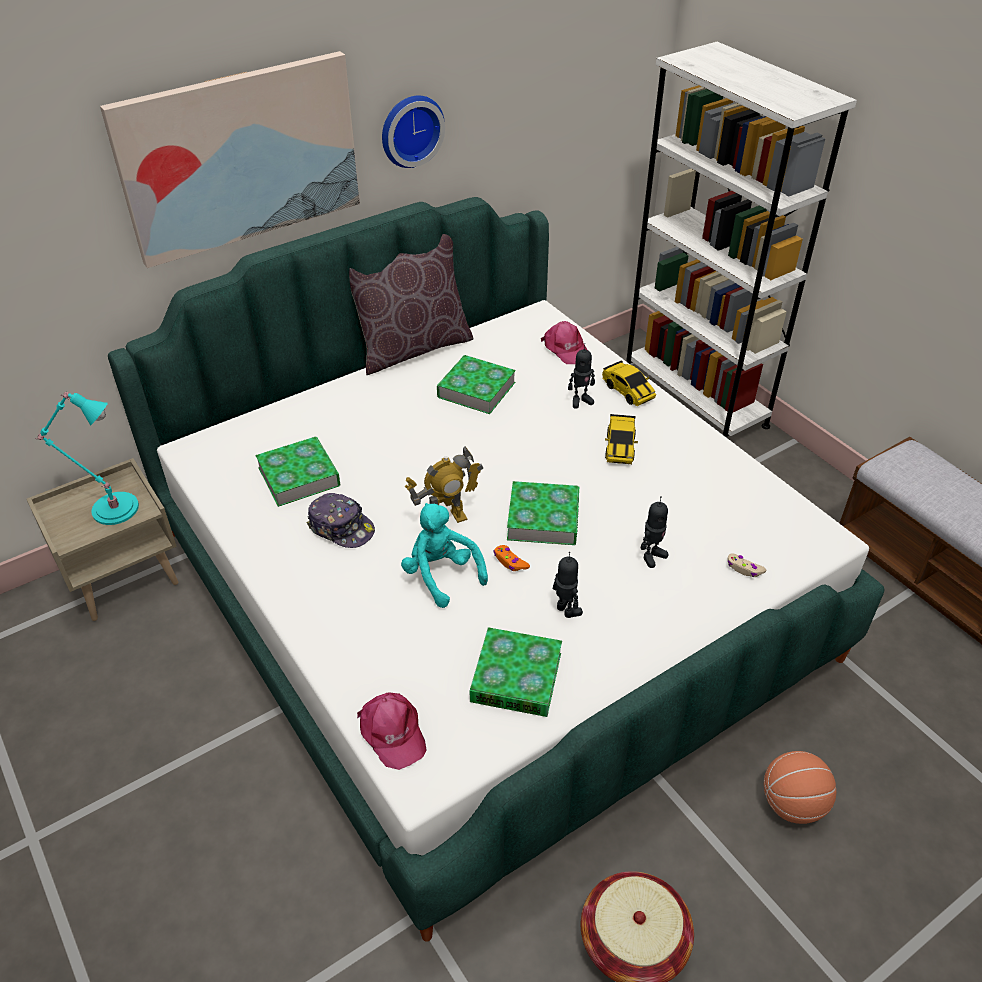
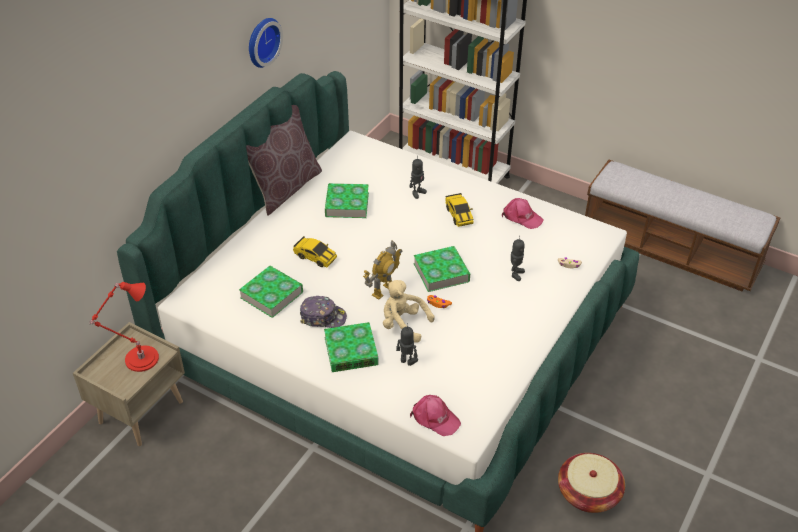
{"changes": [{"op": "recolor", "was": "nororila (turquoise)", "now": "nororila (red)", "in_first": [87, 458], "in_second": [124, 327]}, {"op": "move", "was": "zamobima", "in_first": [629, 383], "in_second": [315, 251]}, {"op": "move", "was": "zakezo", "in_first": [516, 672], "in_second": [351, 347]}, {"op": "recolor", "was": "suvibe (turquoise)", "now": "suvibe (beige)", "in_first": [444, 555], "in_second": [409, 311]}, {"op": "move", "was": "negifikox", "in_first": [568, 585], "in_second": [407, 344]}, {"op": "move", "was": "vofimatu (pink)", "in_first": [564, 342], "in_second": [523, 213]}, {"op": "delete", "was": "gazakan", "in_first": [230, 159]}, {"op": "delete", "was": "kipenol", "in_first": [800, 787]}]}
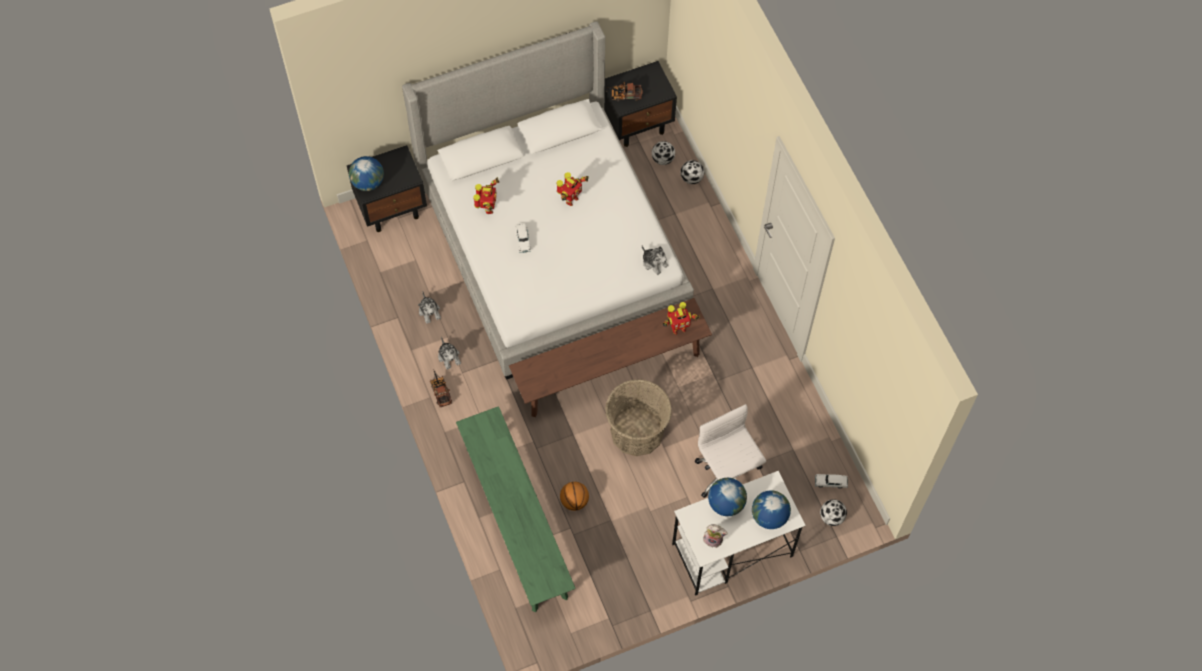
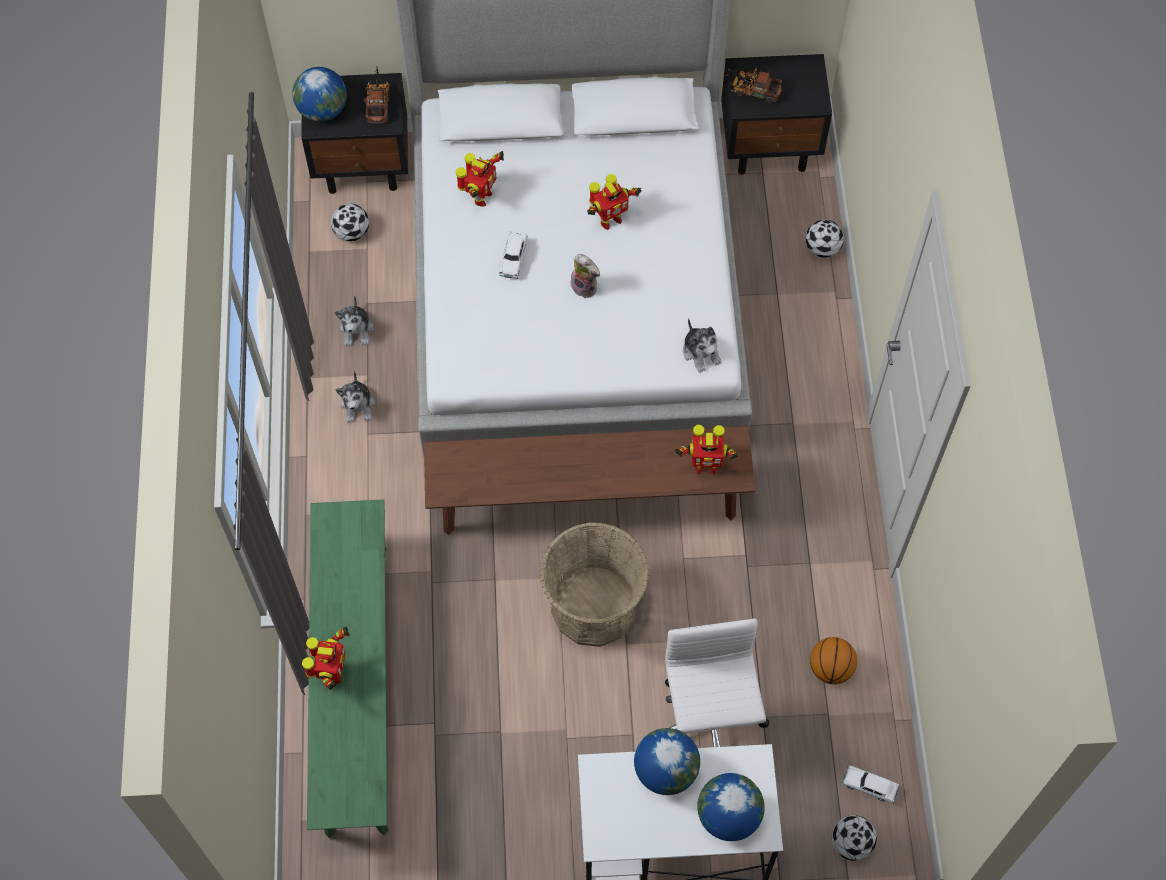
{"changes": [{"op": "insert", "now": "negifikox", "in_second": [326, 658]}, {"op": "move", "was": "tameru", "in_first": [663, 153], "in_second": [350, 222]}, {"op": "move", "was": "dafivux", "in_first": [441, 388], "in_second": [376, 95]}, {"op": "move", "was": "suvibe", "in_first": [715, 536], "in_second": [585, 276]}, {"op": "move", "was": "kipenol", "in_first": [574, 496], "in_second": [833, 660]}]}
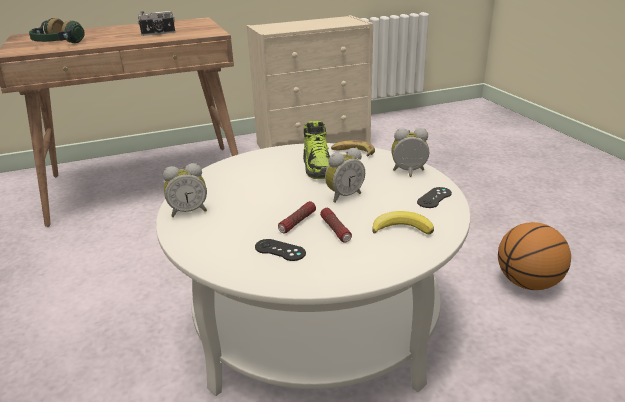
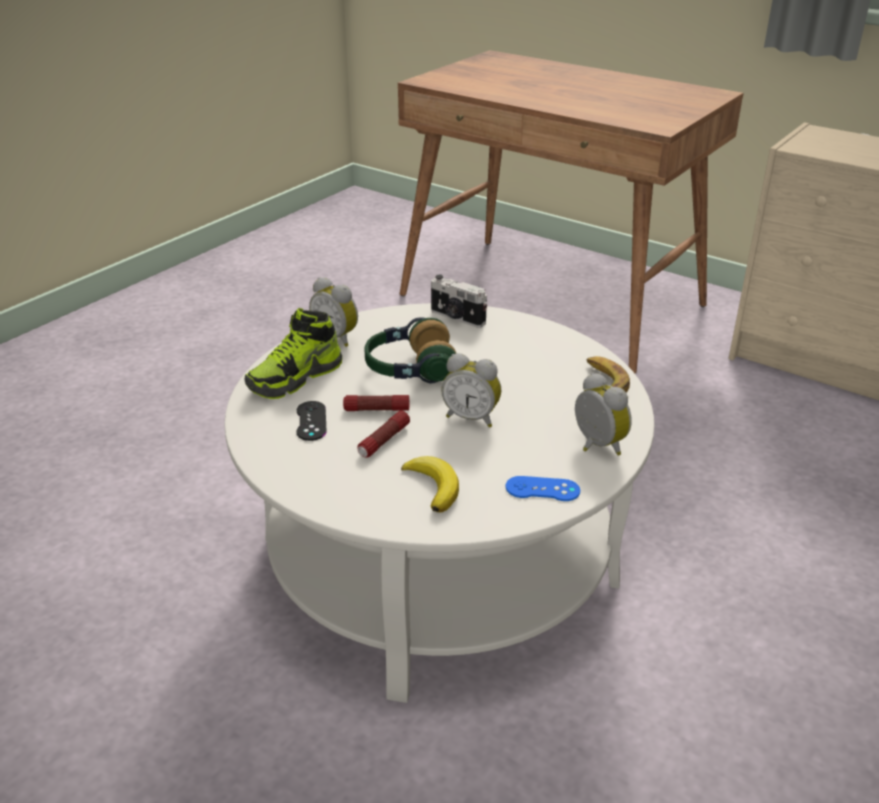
{"changes": [{"op": "move", "was": "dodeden", "in_first": [316, 150], "in_second": [293, 353]}, {"op": "move", "was": "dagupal", "in_first": [57, 30], "in_second": [410, 350]}, {"op": "move", "was": "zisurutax", "in_first": [156, 23], "in_second": [459, 301]}, {"op": "recolor", "was": "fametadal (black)", "now": "fametadal (blue)", "in_first": [434, 197], "in_second": [543, 488]}, {"op": "delete", "was": "kipenol", "in_first": [534, 256]}]}
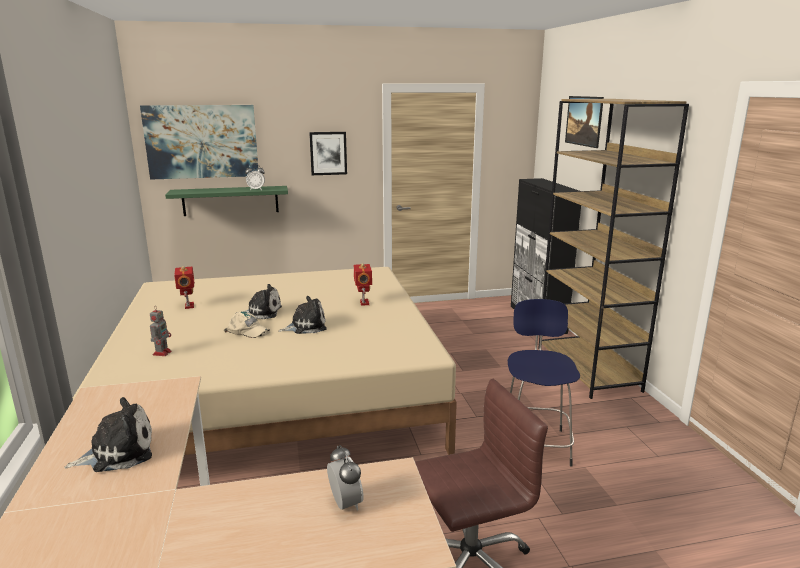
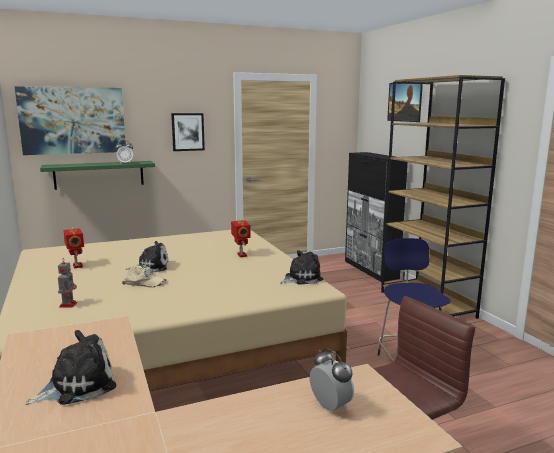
{"changes": [{"op": "move", "was": "suvibe", "in_first": [303, 315], "in_second": [301, 267]}]}
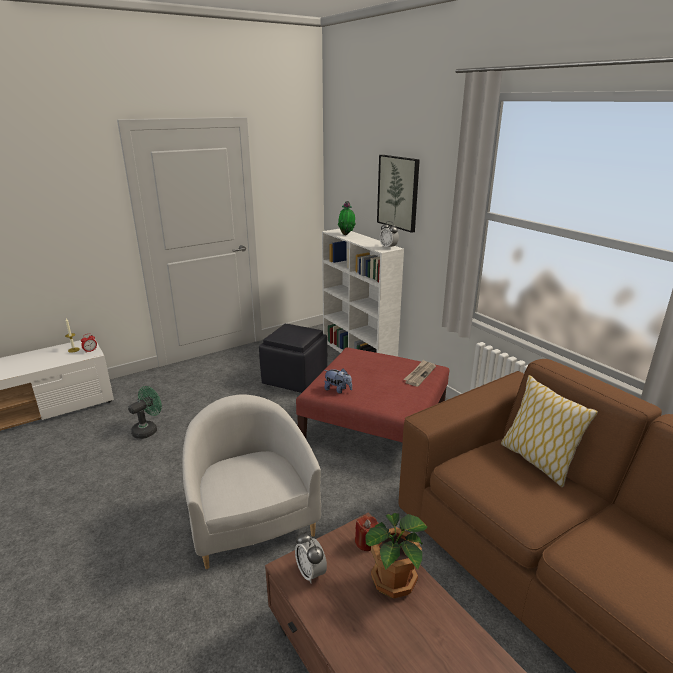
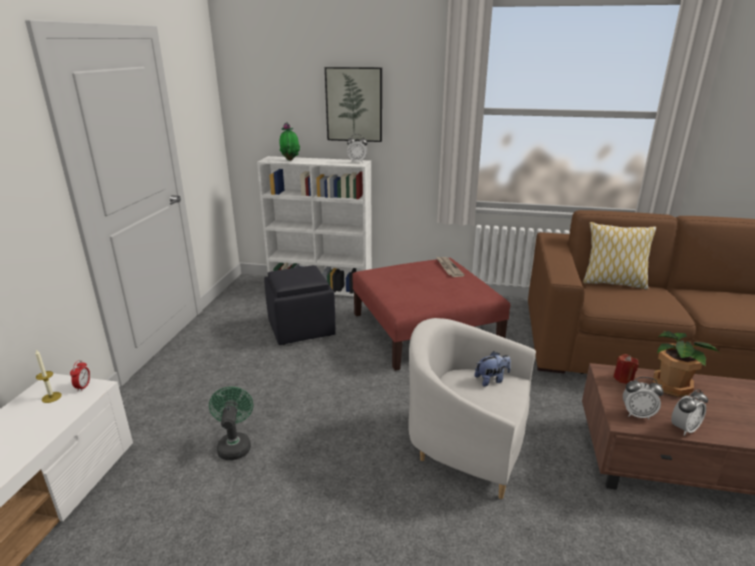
{"changes": [{"op": "move", "was": "suvibe", "in_first": [338, 381], "in_second": [493, 369]}, {"op": "insert", "now": "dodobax", "in_second": [689, 412]}]}
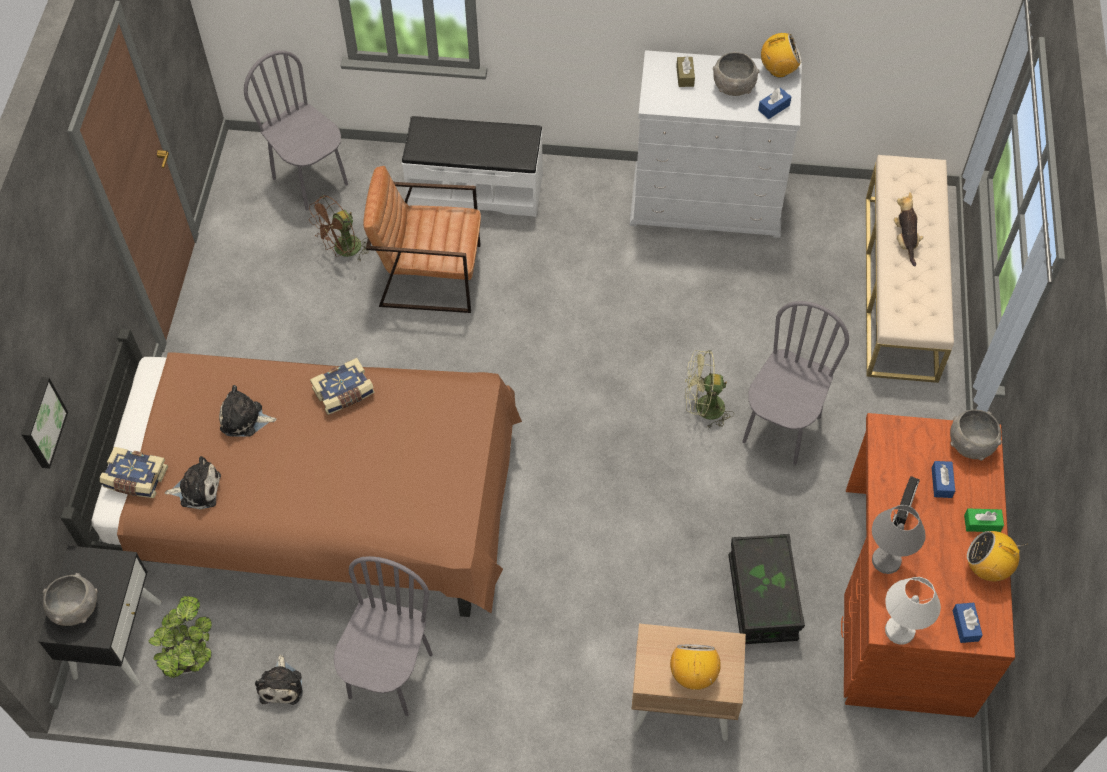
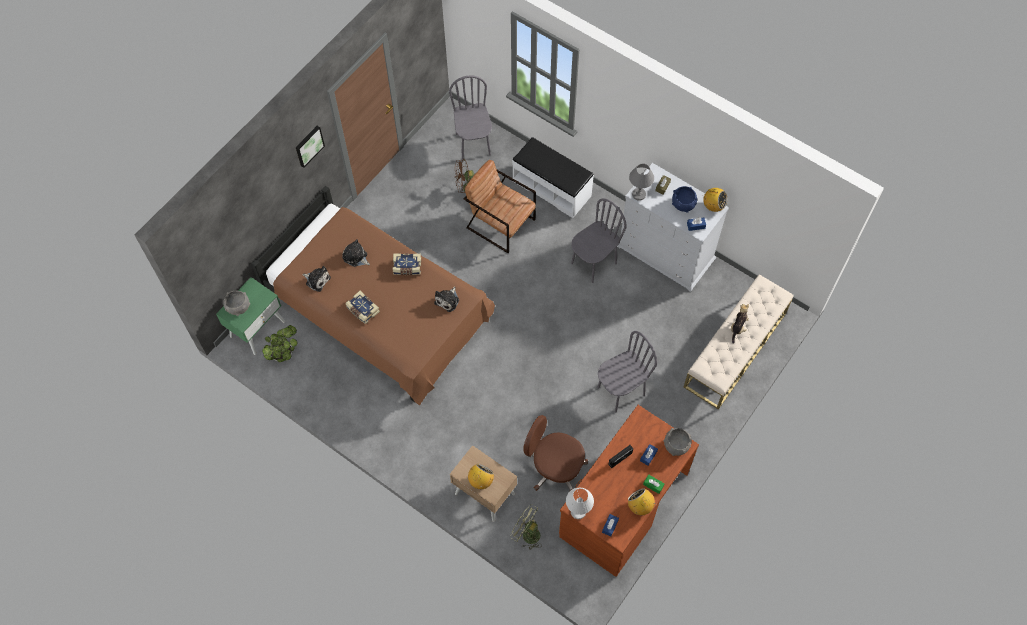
{"changes": [{"op": "recolor", "was": "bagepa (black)", "now": "bagepa (green)", "in_first": [99, 616], "in_second": [250, 316]}, {"op": "move", "was": "gazakan", "in_first": [44, 423], "in_second": [310, 147]}, {"op": "move", "was": "zakezo", "in_first": [134, 472], "in_second": [363, 307]}, {"op": "move", "was": "suvibe", "in_first": [279, 679], "in_second": [446, 299]}, {"op": "move", "was": "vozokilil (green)", "in_first": [709, 389], "in_second": [526, 527]}, {"op": "replace", "was": "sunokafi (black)", "now": "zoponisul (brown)", "in_first": [766, 589], "in_second": [555, 453]}, {"op": "move", "was": "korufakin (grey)", "in_first": [383, 636], "in_second": [599, 240]}, {"op": "move", "was": "nororila (grey)", "in_first": [899, 539], "in_second": [641, 182]}, {"op": "recolor", "was": "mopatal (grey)", "now": "mopatal (blue)", "in_first": [736, 74], "in_second": [684, 199]}]}
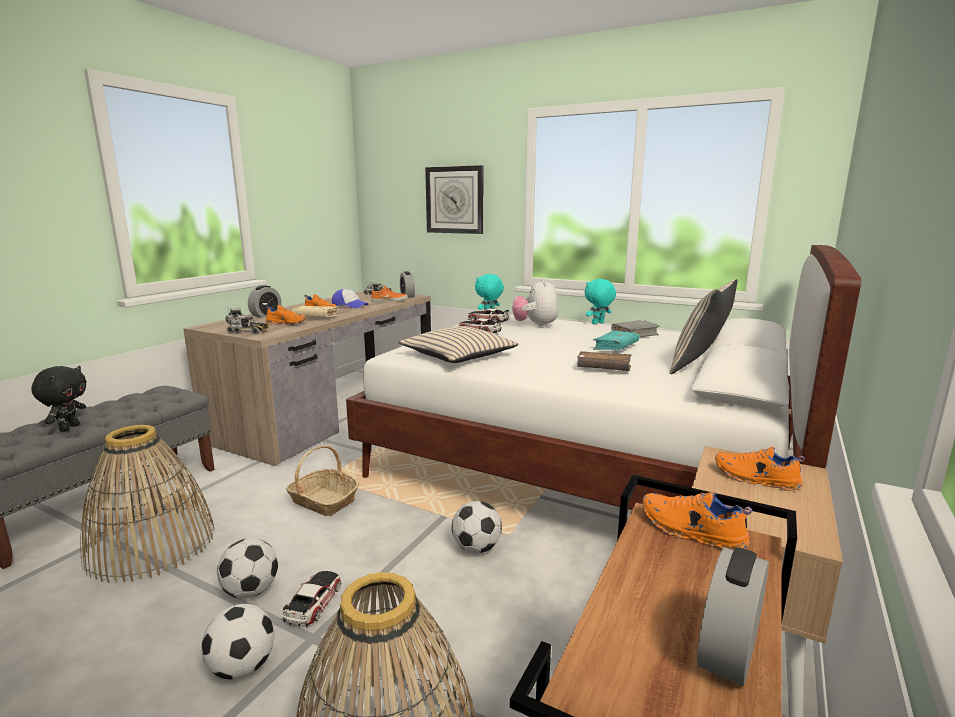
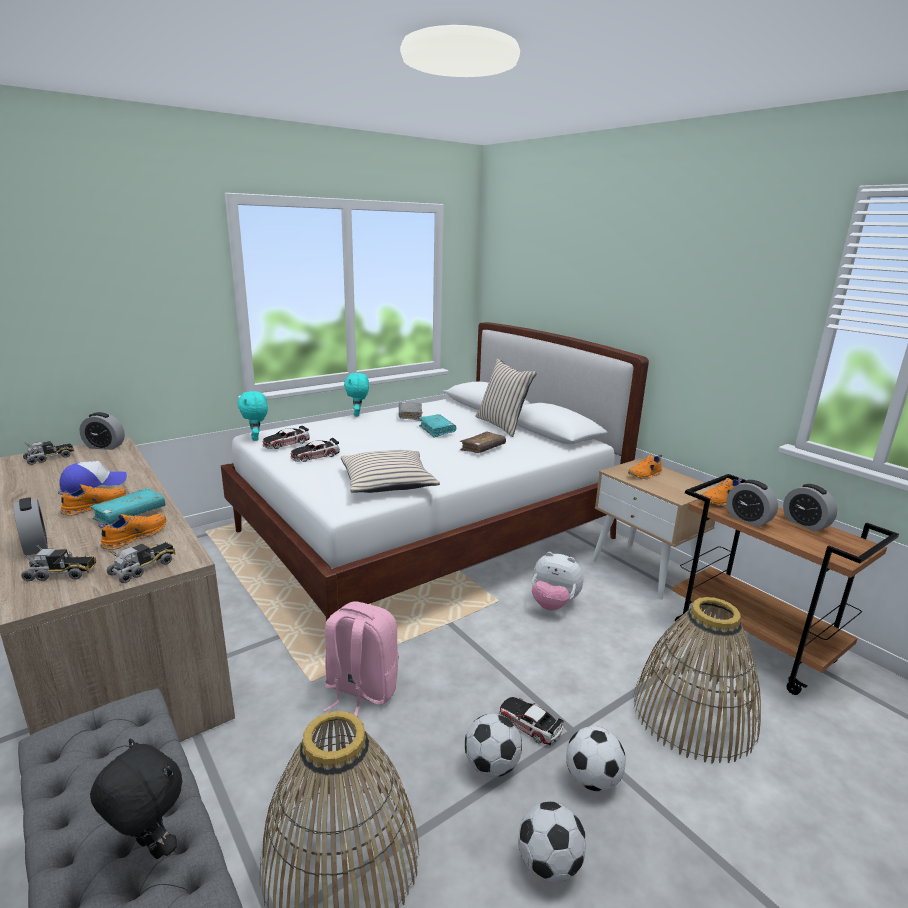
{"changes": [{"op": "recolor", "was": "zakezo (beige)", "now": "zakezo (turquoise)", "in_first": [315, 311], "in_second": [127, 506]}, {"op": "replace", "was": "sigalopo", "now": "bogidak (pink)", "in_first": [322, 480], "in_second": [361, 658]}, {"op": "move", "was": "tameru", "in_first": [477, 527], "in_second": [552, 842]}, {"op": "move", "was": "suvibe", "in_first": [535, 303], "in_second": [558, 581]}, {"op": "insert", "now": "dodobax", "in_second": [752, 503]}, {"op": "delete", "was": "dodeden (orange)", "in_first": [389, 294]}, {"op": "delete", "was": "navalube", "in_first": [454, 199]}]}
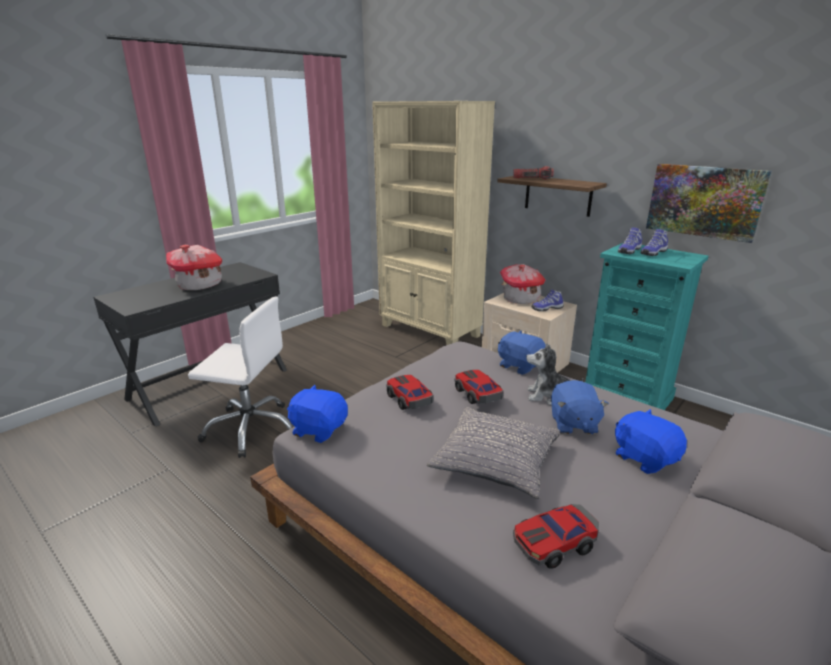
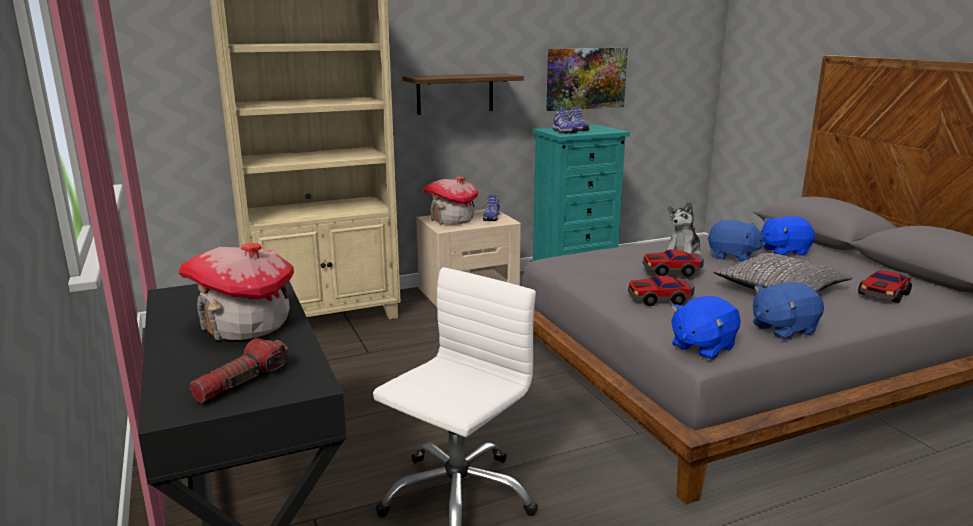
{"changes": [{"op": "move", "was": "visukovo", "in_first": [533, 172], "in_second": [239, 370]}, {"op": "move", "was": "suvibe (blue)", "in_first": [522, 353], "in_second": [788, 311]}, {"op": "rotate", "was": "zamobima", "in_first": [556, 536], "in_second": [885, 286], "clockwise": 45}]}
